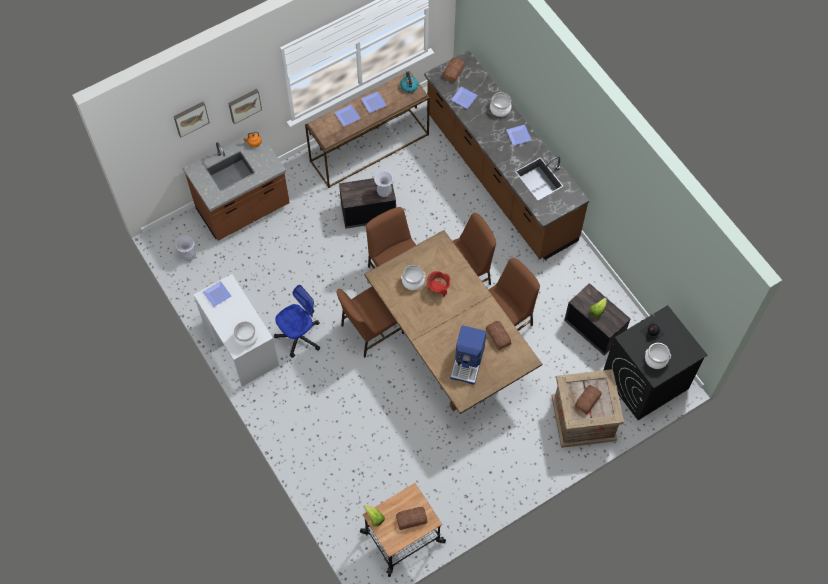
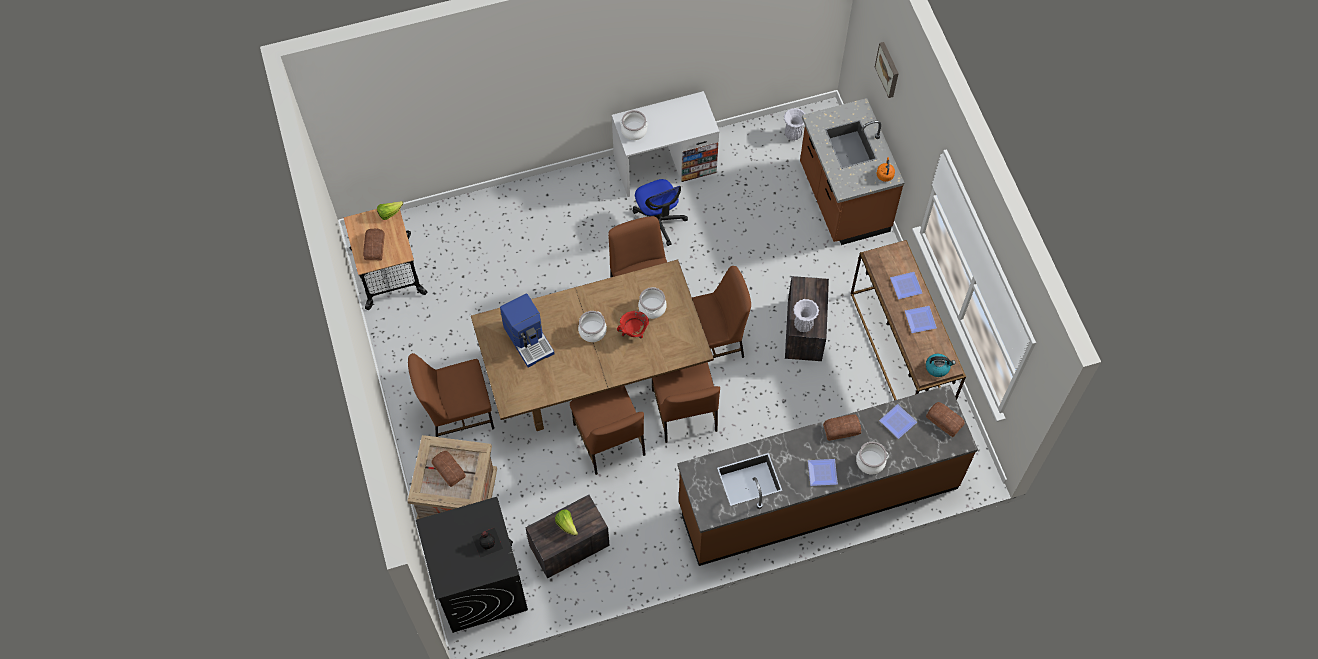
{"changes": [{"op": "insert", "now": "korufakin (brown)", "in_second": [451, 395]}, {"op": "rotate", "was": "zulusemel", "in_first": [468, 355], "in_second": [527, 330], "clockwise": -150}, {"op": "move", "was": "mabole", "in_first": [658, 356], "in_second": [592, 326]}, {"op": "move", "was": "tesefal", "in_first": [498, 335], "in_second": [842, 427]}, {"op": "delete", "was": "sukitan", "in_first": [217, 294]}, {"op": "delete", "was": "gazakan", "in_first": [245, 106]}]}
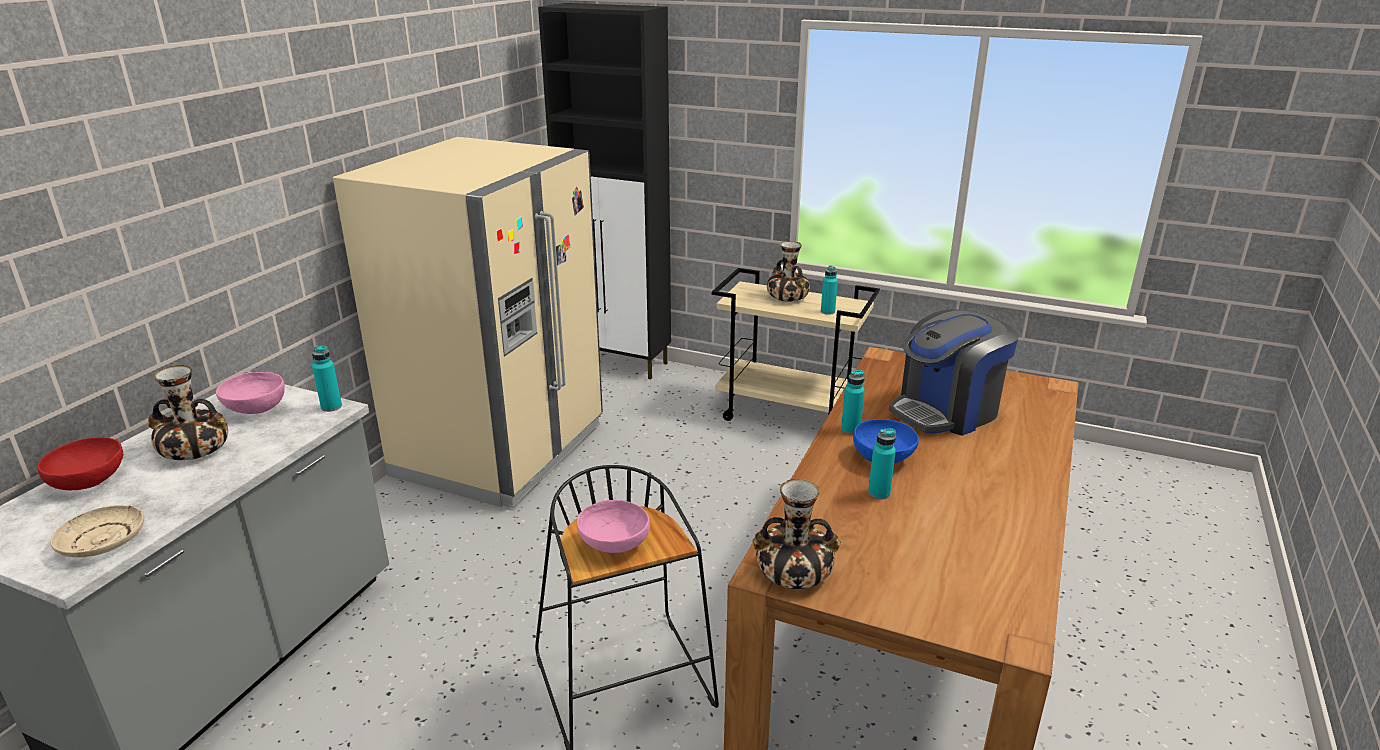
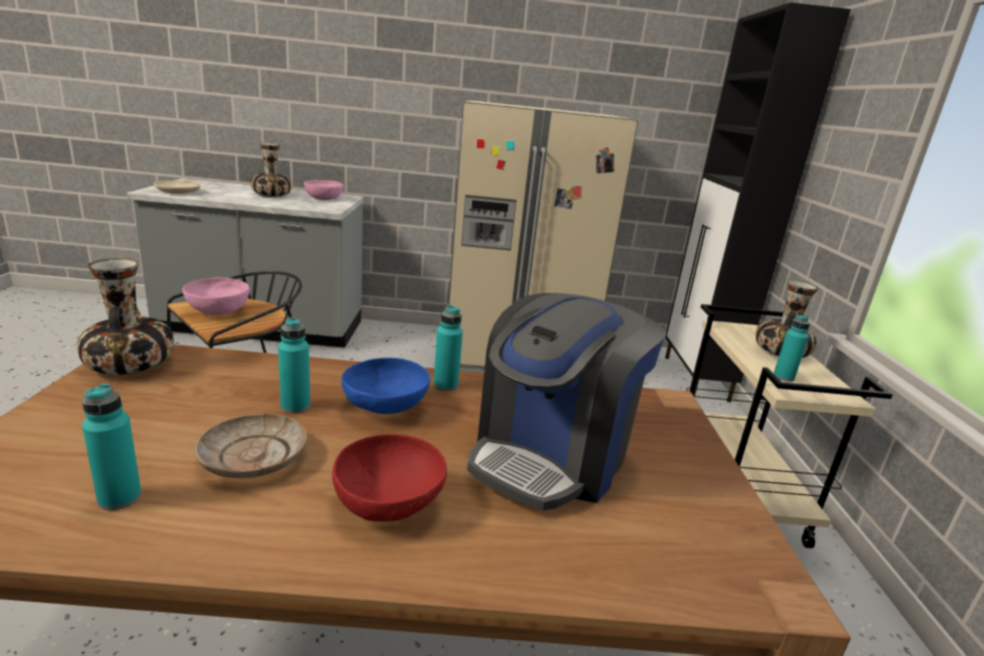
{"changes": [{"op": "move", "was": "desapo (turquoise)", "in_first": [327, 378], "in_second": [112, 447]}, {"op": "insert", "now": "sukitan (beige)", "in_second": [251, 445]}, {"op": "move", "was": "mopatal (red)", "in_first": [80, 463], "in_second": [389, 478]}, {"op": "rotate", "was": "zulusemel", "in_first": [954, 372], "in_second": [566, 402], "clockwise": -90}]}
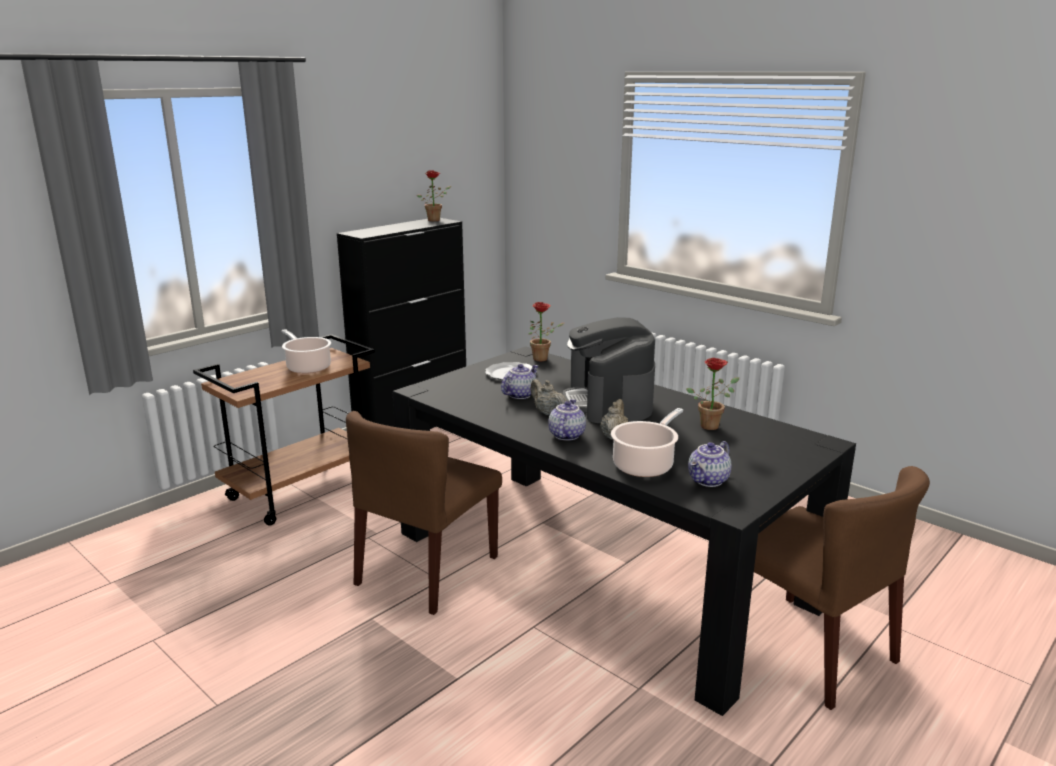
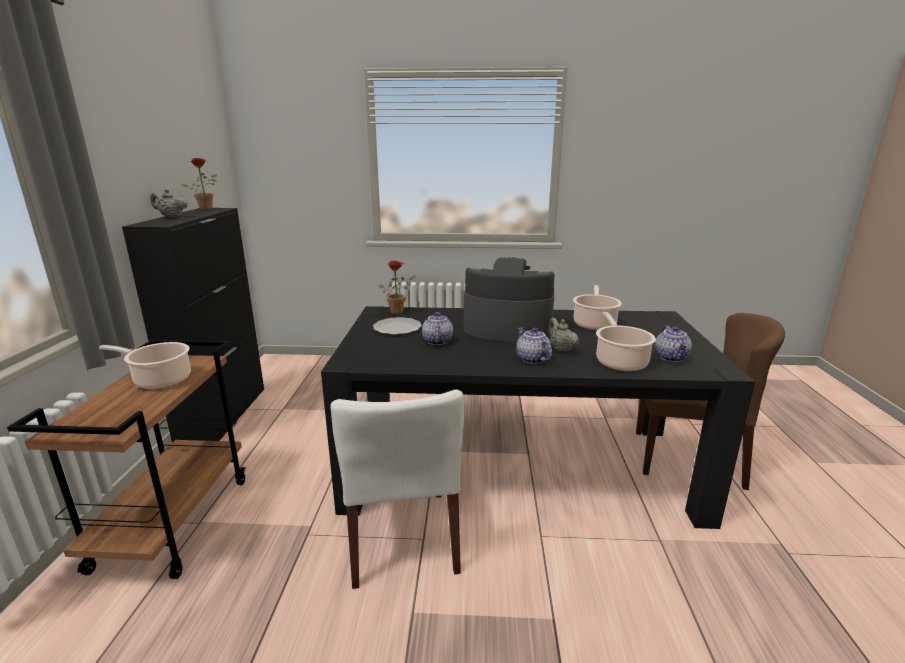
{"changes": [{"op": "move", "was": "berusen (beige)", "in_first": [548, 397], "in_second": [169, 203]}, {"op": "recolor", "was": "korufakin (brown)", "now": "korufakin (white)", "in_first": [424, 513], "in_second": [397, 489]}, {"op": "rotate", "was": "zulusemel", "in_first": [609, 370], "in_second": [509, 299], "clockwise": 150}, {"op": "replace", "was": "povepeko", "now": "mabole", "in_first": [712, 394], "in_second": [597, 307]}]}
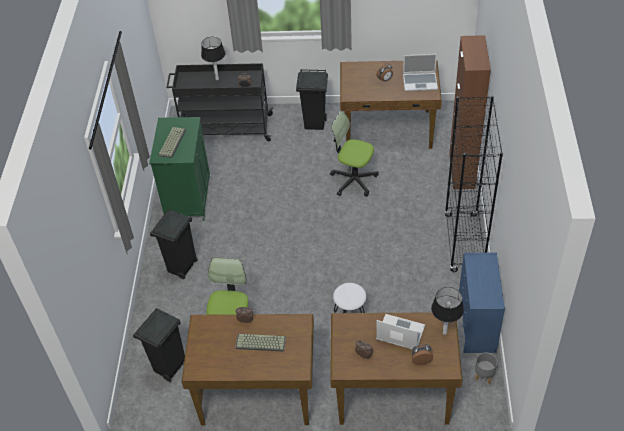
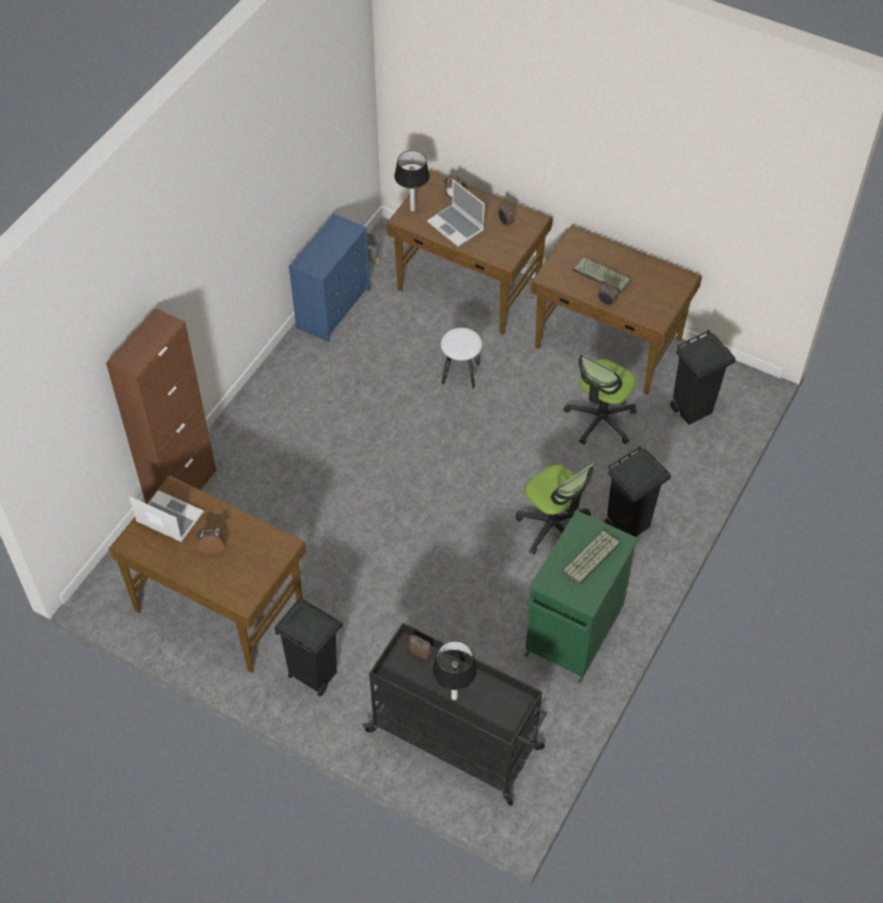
{"changes": [{"op": "move", "was": "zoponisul", "in_first": [354, 154], "in_second": [555, 508]}, {"op": "delete", "was": "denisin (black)", "in_first": [473, 184]}]}
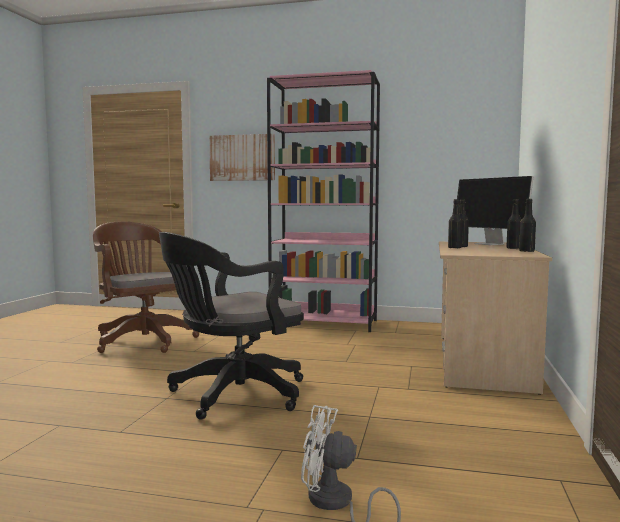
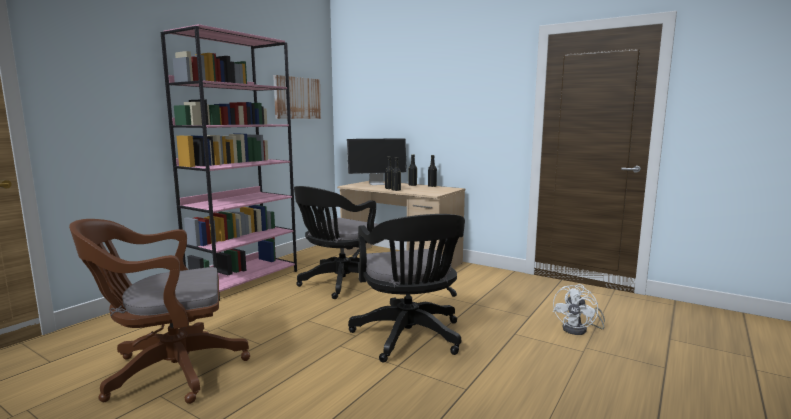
{"changes": [{"op": "move", "was": "gazakan", "in_first": [242, 157], "in_second": [297, 97]}, {"op": "insert", "now": "zoponisul (black)", "in_second": [336, 242]}]}
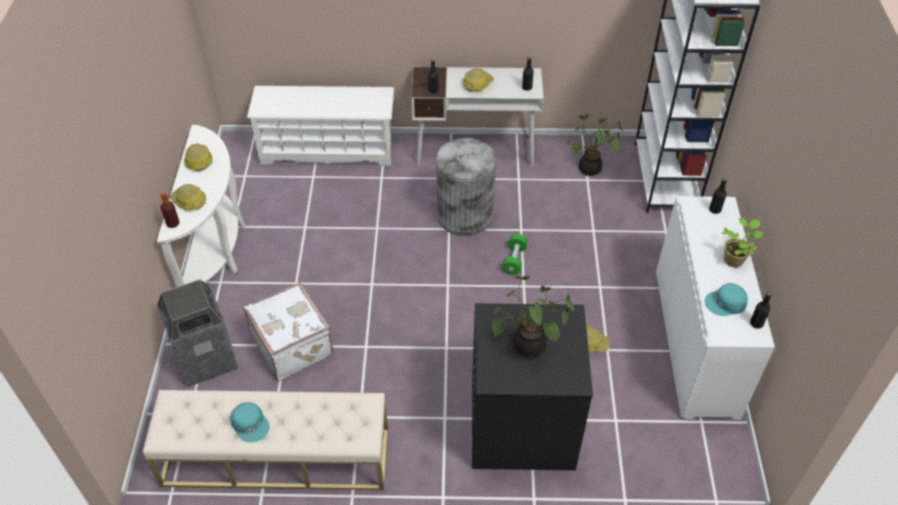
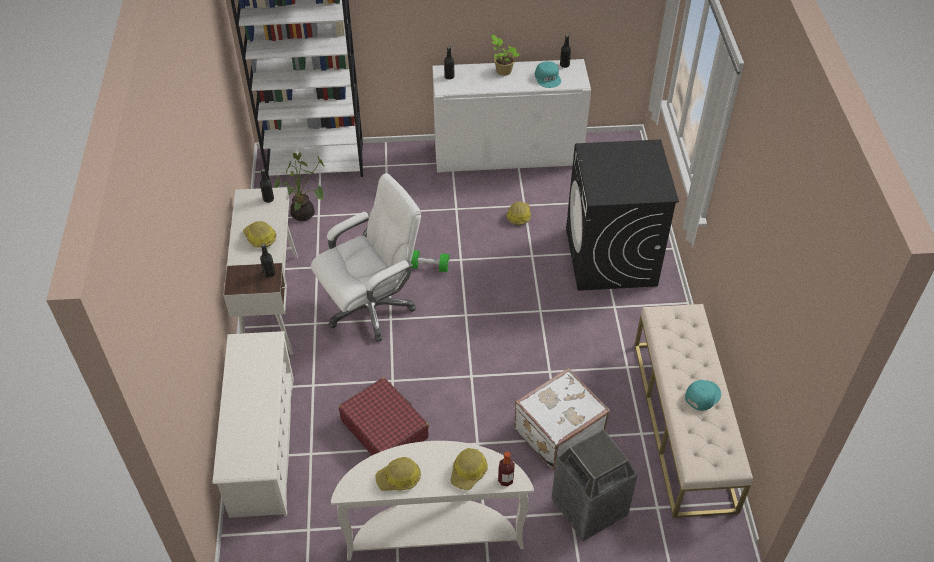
{"changes": [{"op": "replace", "was": "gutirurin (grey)", "now": "zoponisul (white)", "in_first": [466, 187], "in_second": [366, 257]}, {"op": "insert", "now": "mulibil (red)", "in_second": [384, 416]}, {"op": "delete", "was": "povepeko", "in_first": [533, 317]}]}
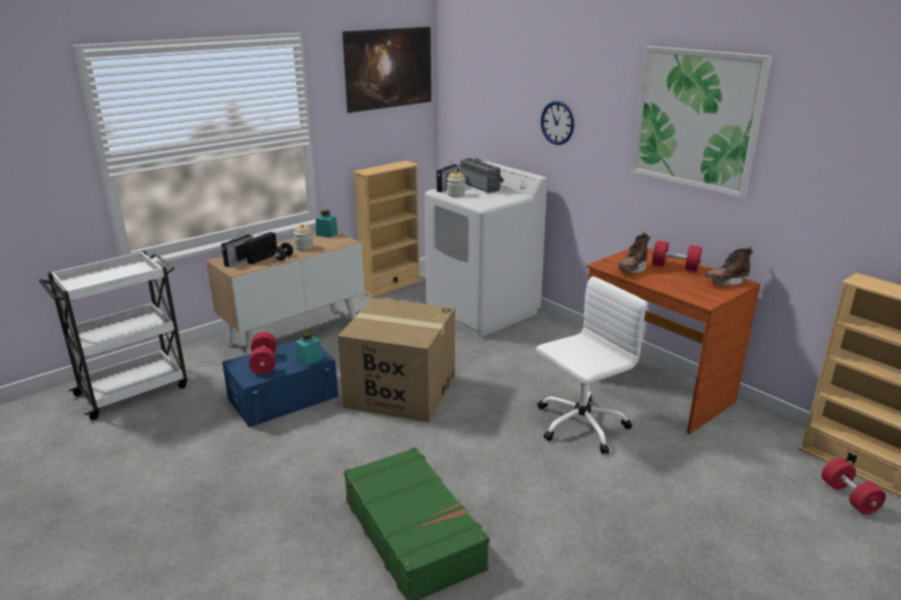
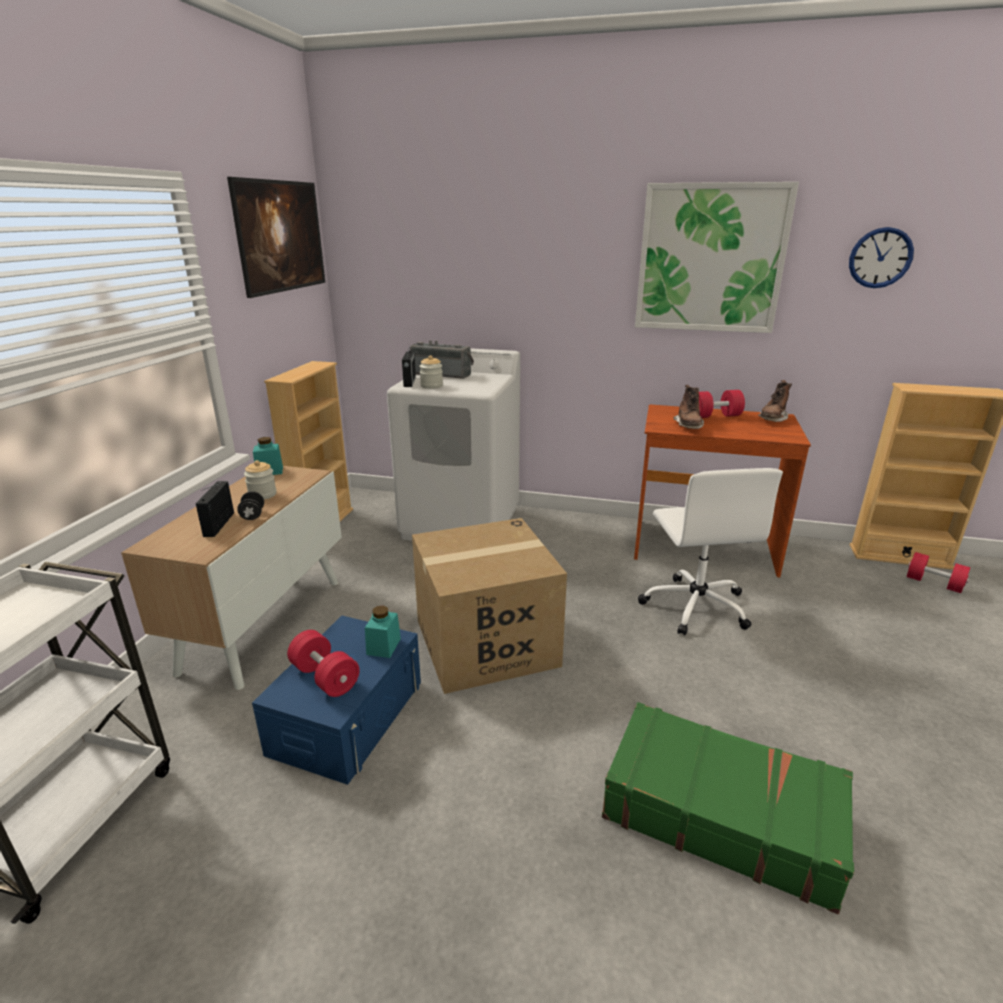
{"changes": [{"op": "rotate", "was": "zoponisul (white)", "in_first": [591, 365], "in_second": [710, 551], "clockwise": 150}, {"op": "move", "was": "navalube", "in_first": [557, 123], "in_second": [881, 257]}, {"op": "delete", "was": "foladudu", "in_first": [237, 249]}]}
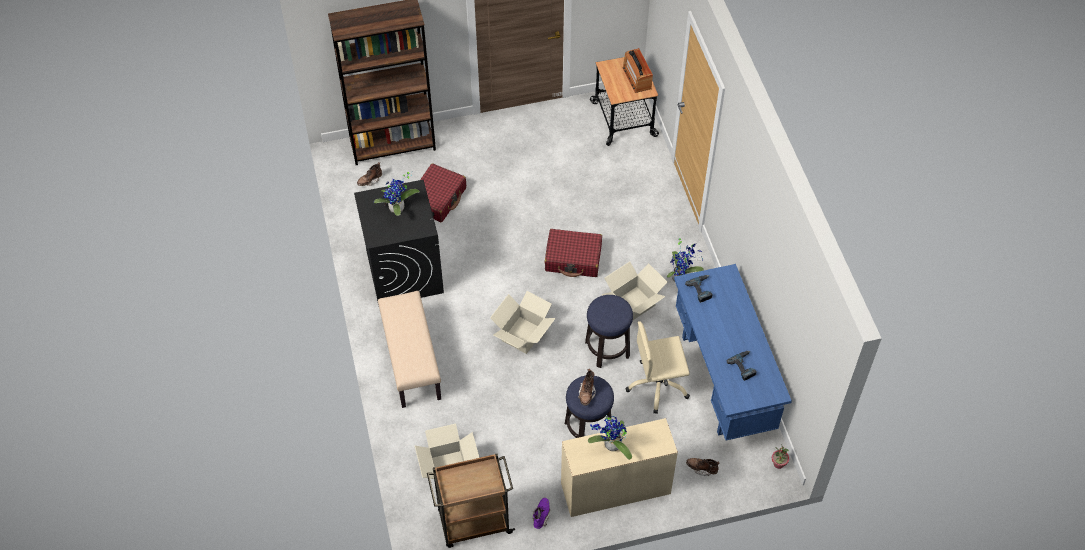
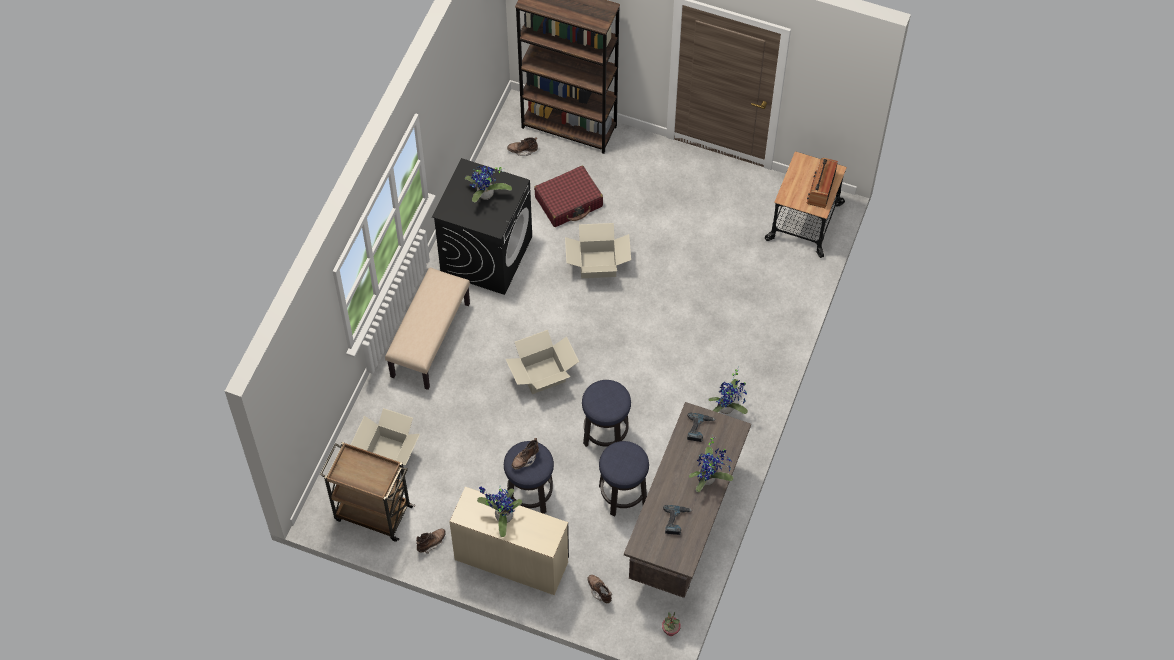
{"changes": [{"op": "recolor", "was": "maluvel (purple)", "now": "maluvel (brown)", "in_first": [542, 513], "in_second": [431, 541]}, {"op": "move", "was": "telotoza", "in_first": [634, 290], "in_second": [598, 250]}, {"op": "replace", "was": "zoponisul (beige)", "now": "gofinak", "in_first": [658, 367], "in_second": [624, 478]}, {"op": "recolor", "was": "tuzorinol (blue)", "now": "tuzorinol (brown)", "in_first": [733, 352], "in_second": [687, 500]}, {"op": "insert", "now": "povepeko", "in_second": [711, 463]}, {"op": "delete", "was": "mulibil (red)", "in_first": [573, 253]}]}
